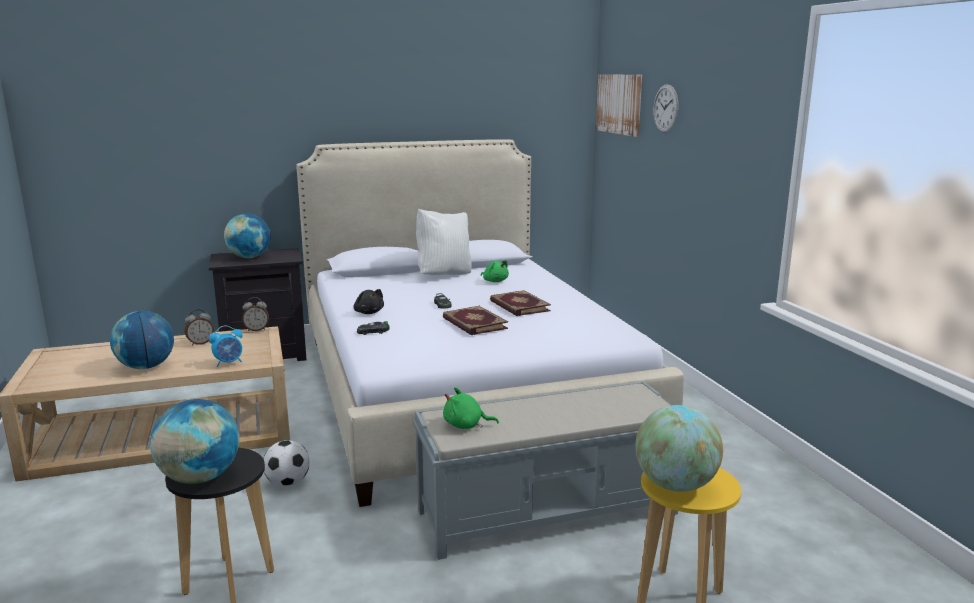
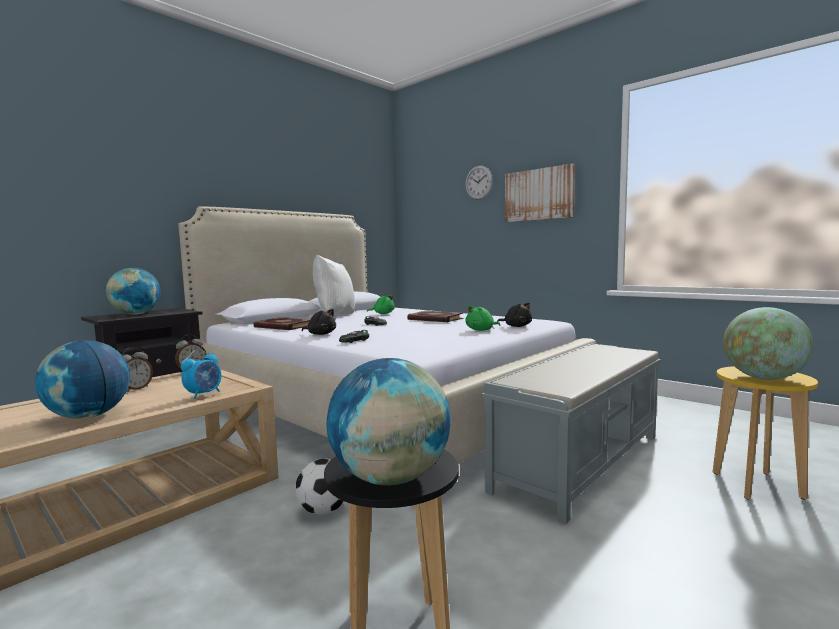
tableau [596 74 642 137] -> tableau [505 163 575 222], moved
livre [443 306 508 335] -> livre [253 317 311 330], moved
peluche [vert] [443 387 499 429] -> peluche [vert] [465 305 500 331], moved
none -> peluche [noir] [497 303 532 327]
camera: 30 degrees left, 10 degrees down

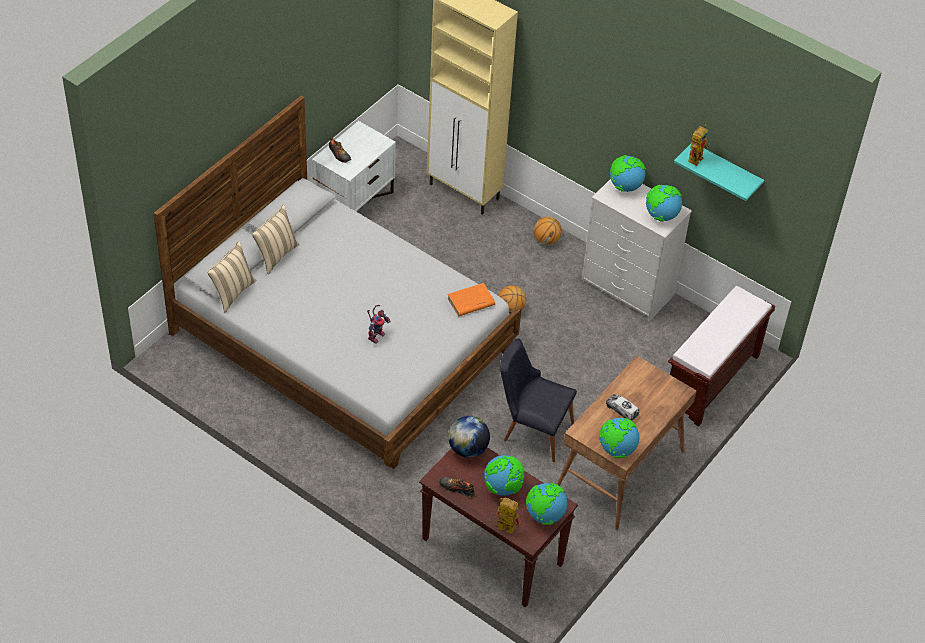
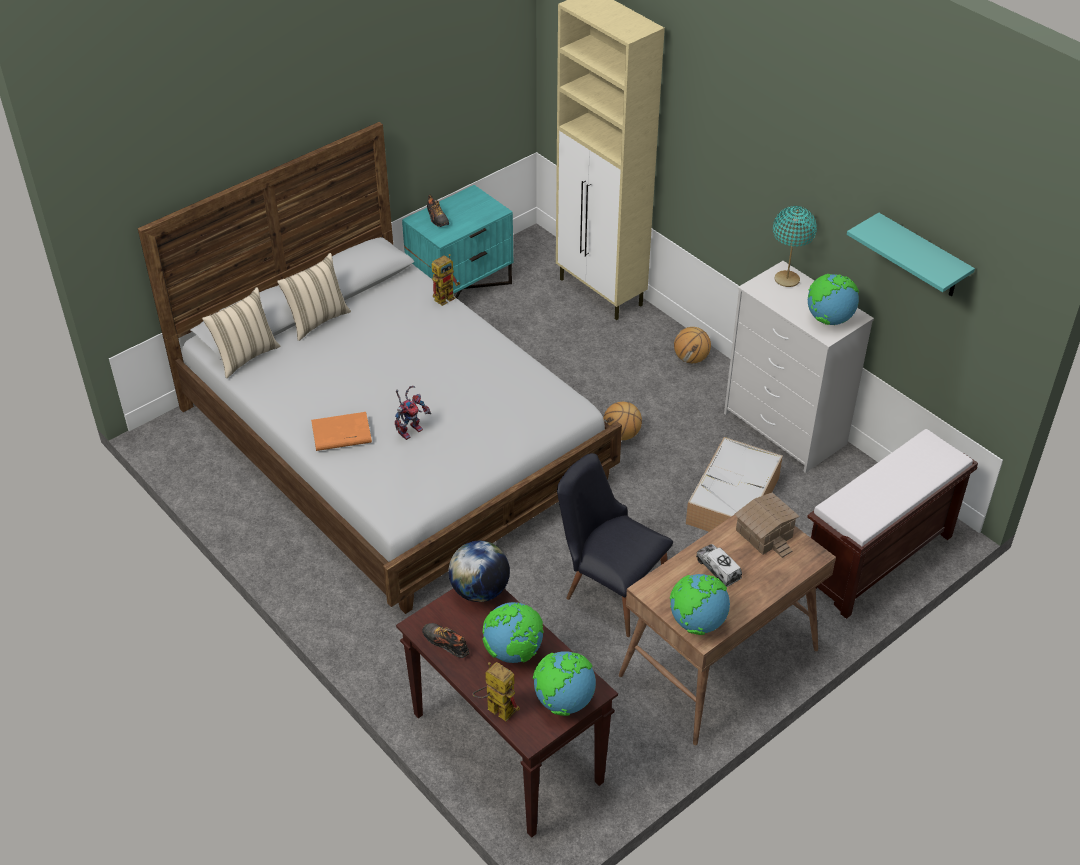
table de chevet [blanc] [312 121 396 211] -> table de chevet [turquoise] [402 185 513 298]
robot jouet [688 125 710 166] -> robot jouet [432 254 460 306], moved
globe [610 155 646 192] -> lampe de table [turquoise] [773 206 817 287]
livre [orange] [448 283 495 316] -> livre [orange] [311 412 372 451], moved
none -> boîte de rangement [686 437 783 532]
none -> maison miniature [735 492 799 558]
camera: 15 degrees right, 5 degrees down

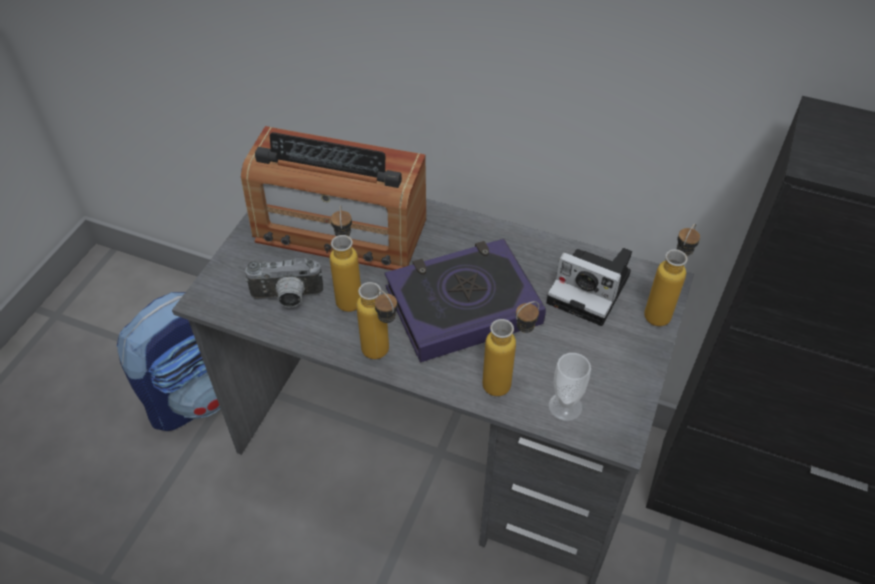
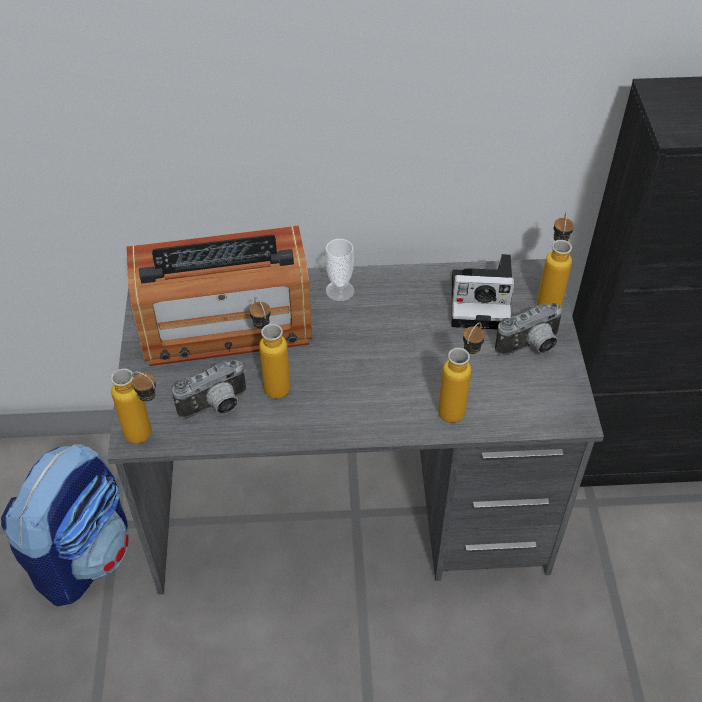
livre [385 239 546 362] -> none
bouteille [356 282 397 359] -> bouteille [111 368 156 444], moved
tasse [548 353 591 421] -> tasse [325 239 354 301], moved
none -> appareil photo [495 303 563 356]
camera: 25 degrees left, 0 degrees up

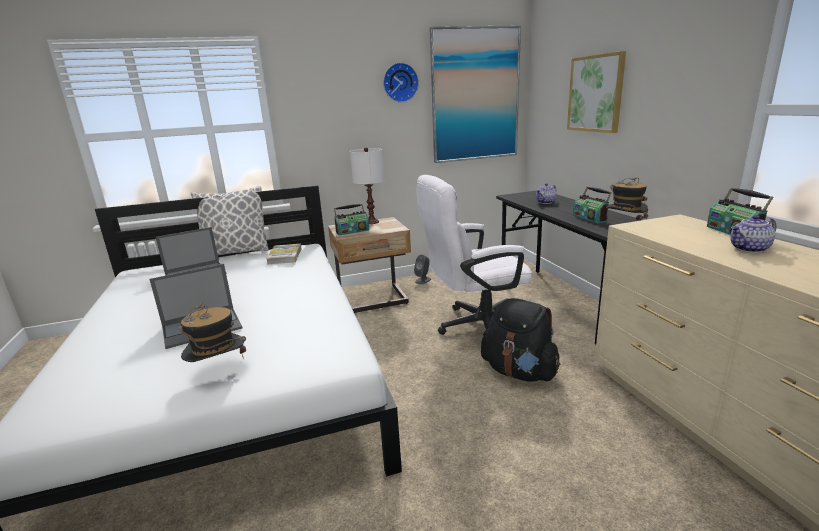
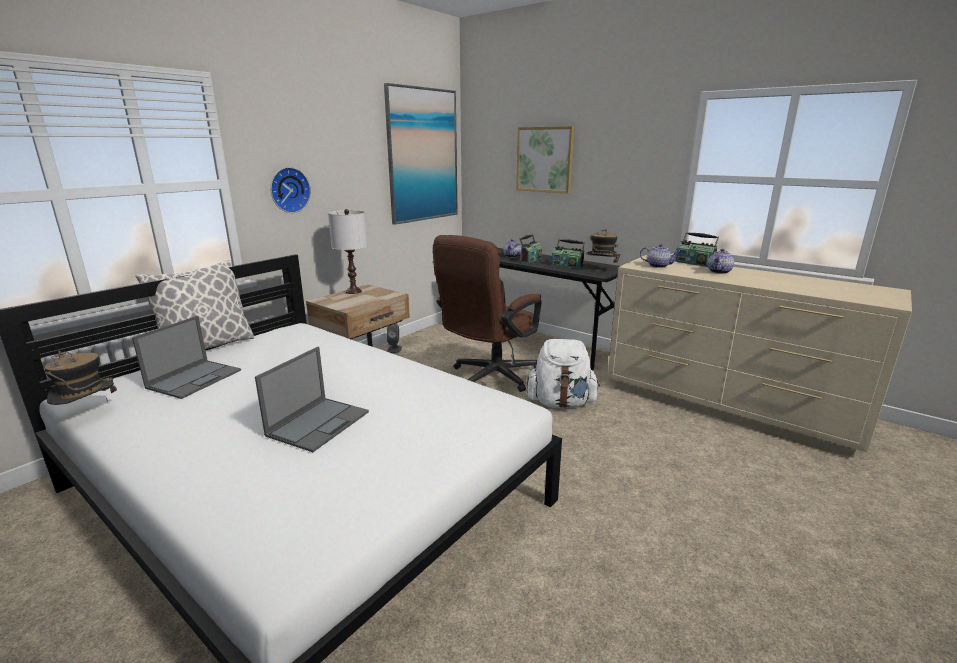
horloge murale [383 62 419 103] -> horloge murale [271 167 311 213], moved
chaise de bureau [blanc] [416 175 532 335] -> chaise de bureau [marron] [433 235 542 392]
radio [334 204 369 236] -> radio [520 234 542 263], moved
livre [266 244 301 264] -> none
sac à dos [noir] [481 298 560 382] -> sac à dos [blanc] [527 339 600 408]
chapeau [179 302 246 362] -> chapeau [44 351 117 405], moved
none -> théière [640 244 681 268]
camera: 35 degrees left, 0 degrees up

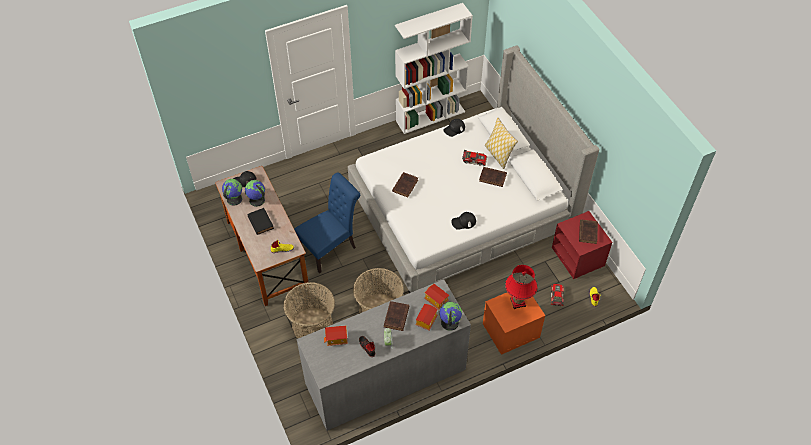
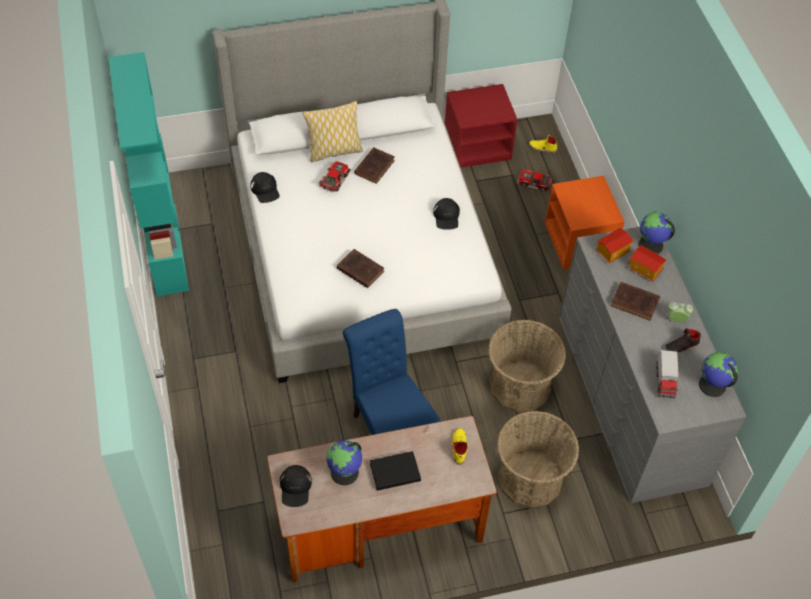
bibliothèque [blanc] [395 3 473 134] -> bibliothèque [turquoise] [108 52 189 296]
globe [222 179 242 205] -> globe [699 352 738 397], moved
livre [marron] [579 219 598 244] -> none
lampe de table [rouge] [505 265 537 309] -> none
maison miniature [324 325 348 346] -> camion jouet [656 350 679 398]
camera: 80 degrees left, 0 degrees up

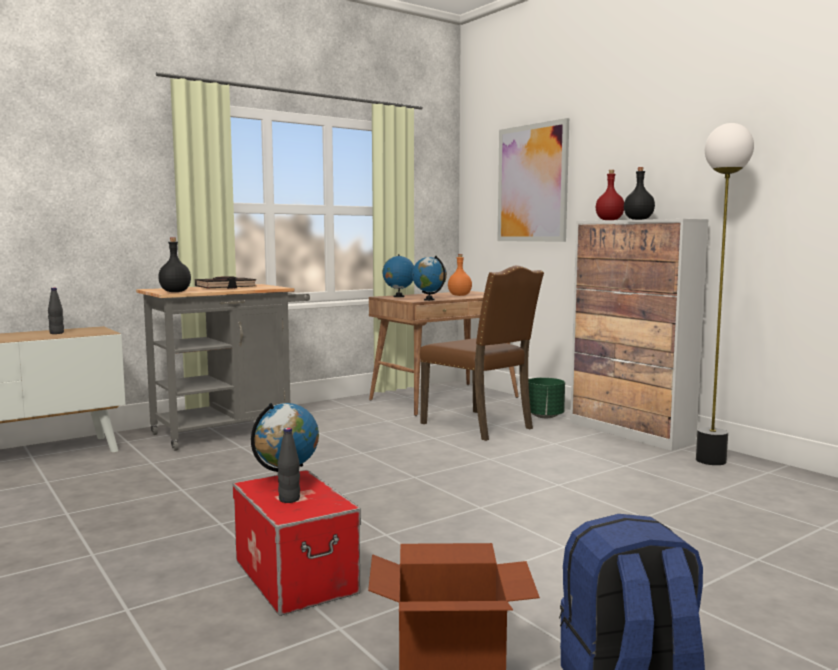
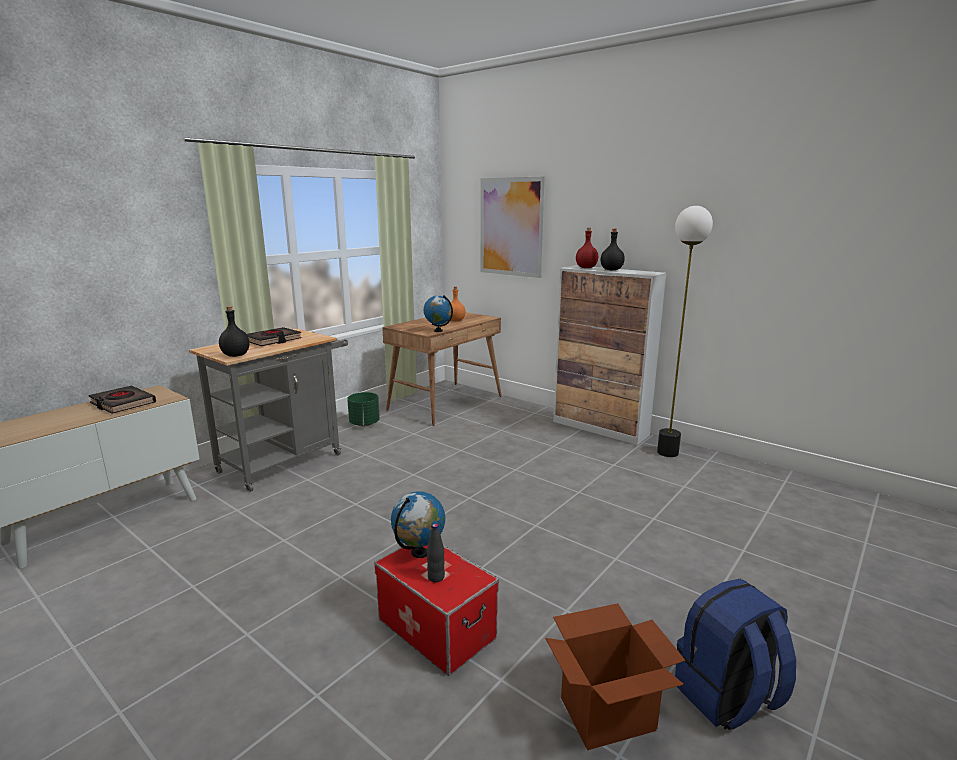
globe [382 254 414 297] -> none
chaise [marron] [420 265 544 441] -> none
bouteille [noir] [48 288 64 334] -> livre [noir] [89 386 156 414]
cache-pot [vert] [528 378 565 418] -> cache-pot [vert] [347 392 380 426], moved
camera: 15 degrees left, 10 degrees up

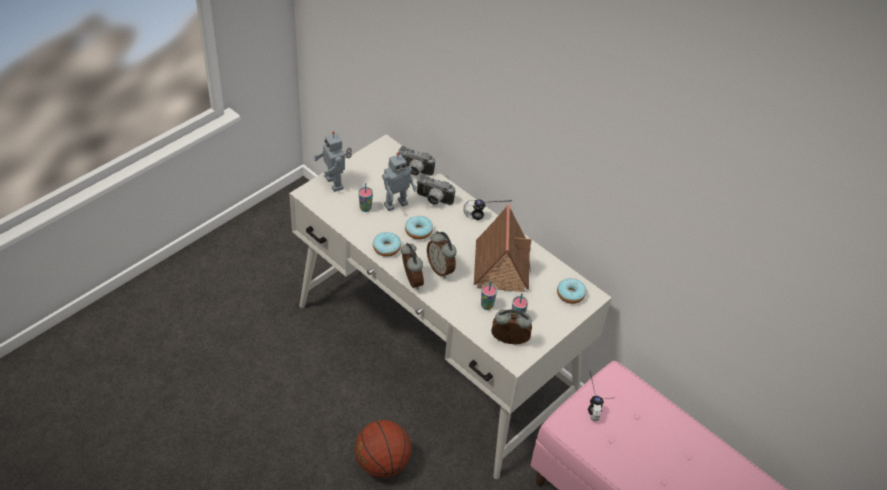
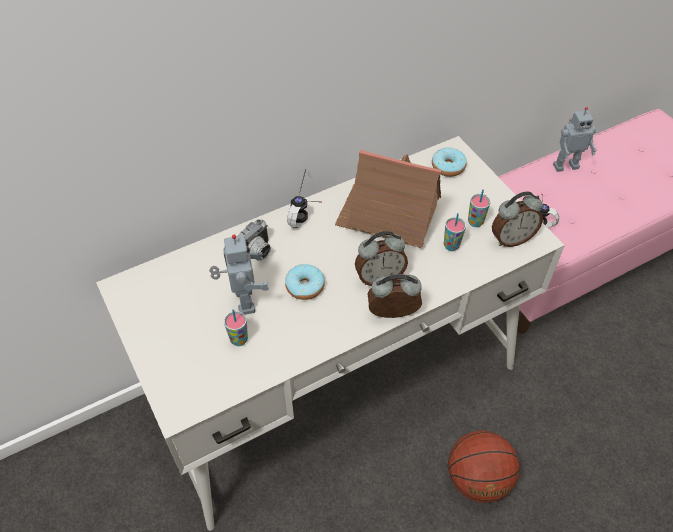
robot jouet [314 131 352 192] -> robot jouet [553 107 597 172], moved
appareil photo [398 146 435 176] -> none
beignet [373 232 401 257] -> none
réveil [491 309 532 344] -> réveil [492 192 543 247], 135 degrees counterclockwise
camera: 70 degrees left, 5 degrees up

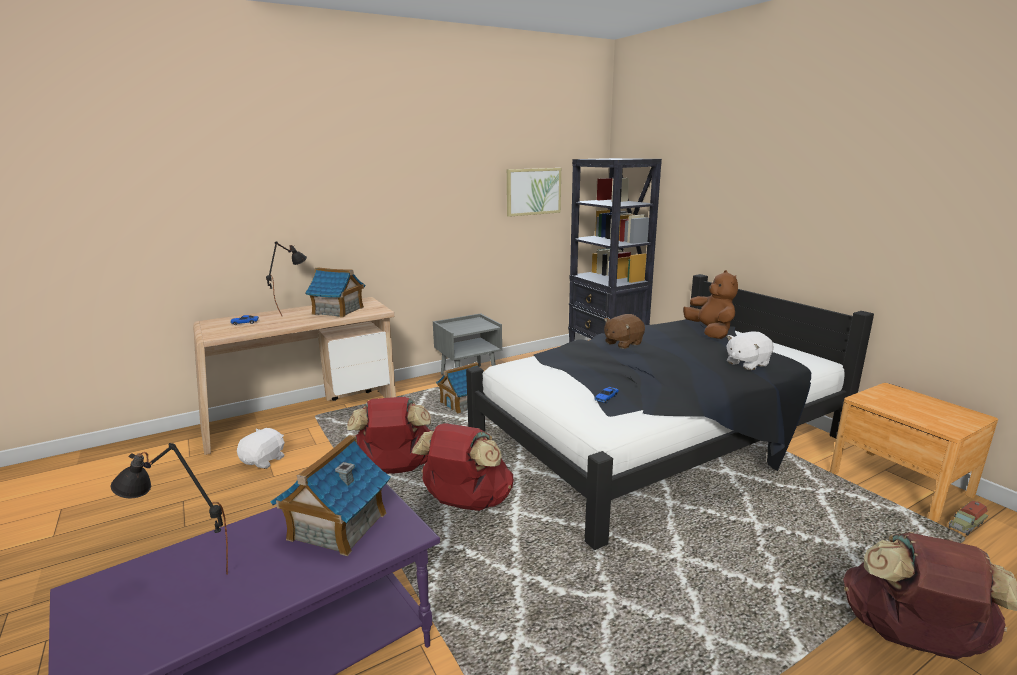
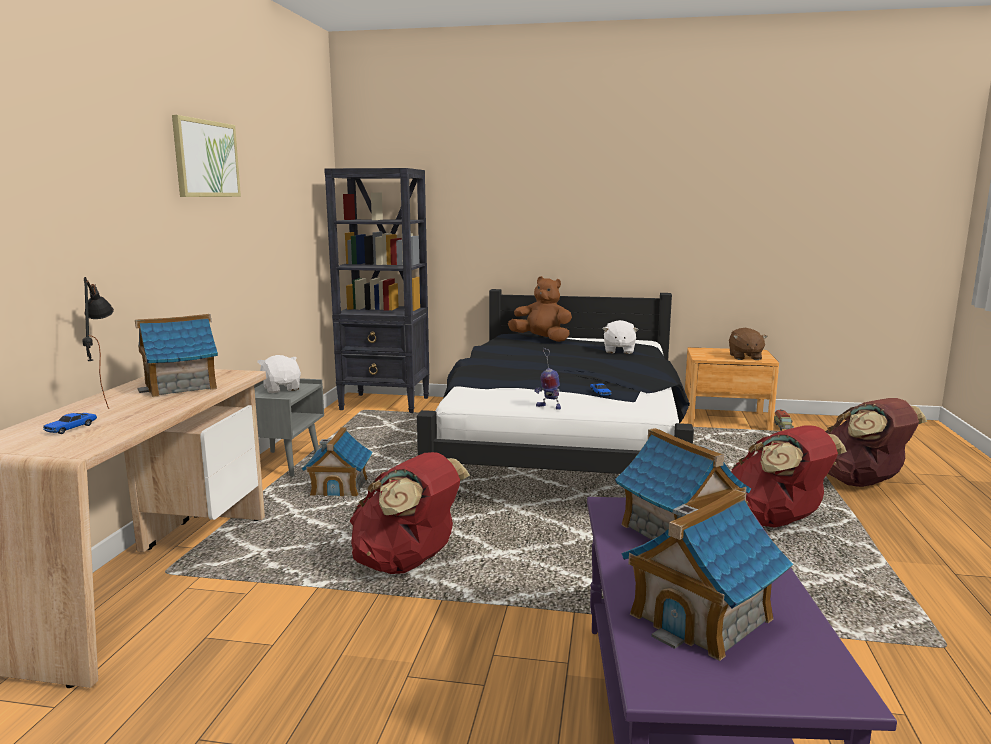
tableau [507 168 561 217] -> tableau [172 115 241 197], moved
peluche [marron] [604 314 645 349] -> peluche [marron] [729 328 768 360], moved
sac à dos [rouge] [412 423 513 511] -> sac à dos [rouge] [731 425 847 527], moved
peluche [blanc] [237 428 285 469] -> peluche [blanc] [257 355 301 393], moved
lampe de table [noir] [111 443 228 575] -> maison miniature [621 489 793 661]
none -> robot jouet [534 348 561 410]
camera: 50 degrees left, 5 degrees down

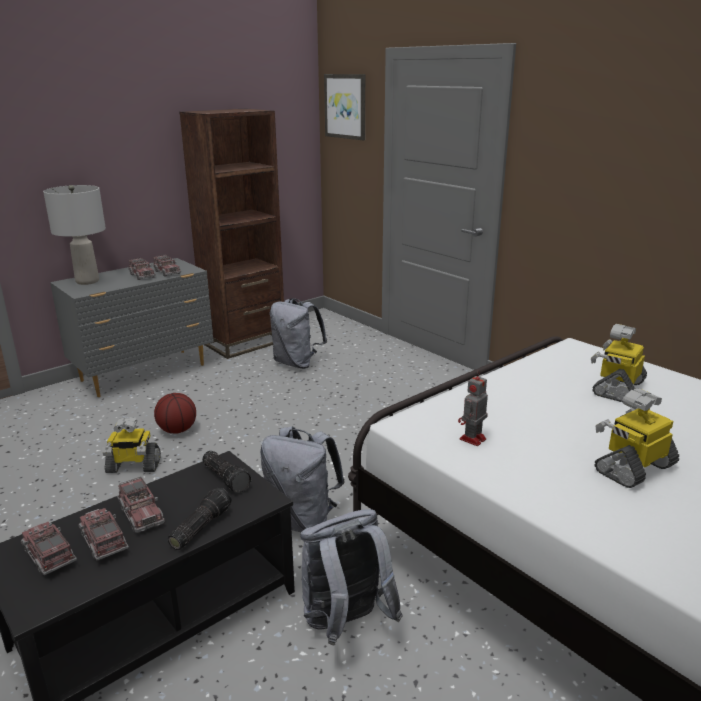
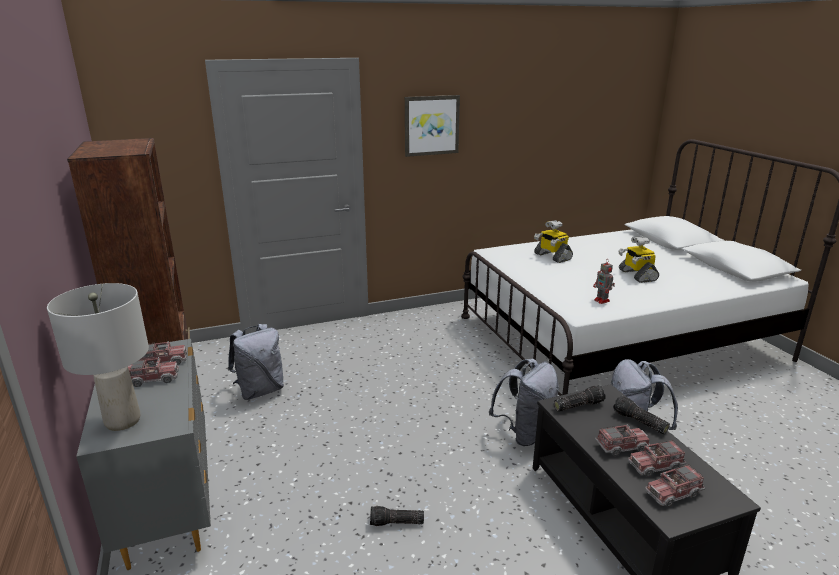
tableau [324 74 365 140] -> tableau [405 95 460 157], moved
ballon de basket [154 393 196 434] -> none
robot jouet [102 417 161 473] -> lampe de poche [370 506 424 526]
camera: 70 degrees left, 0 degrees up

